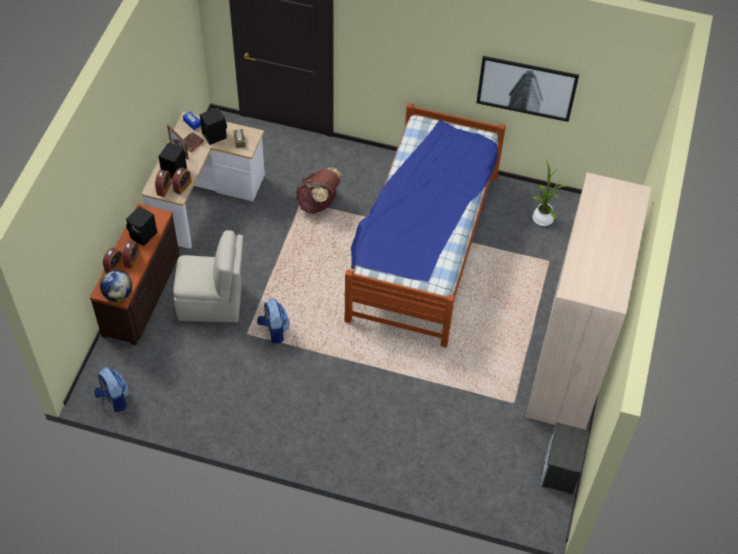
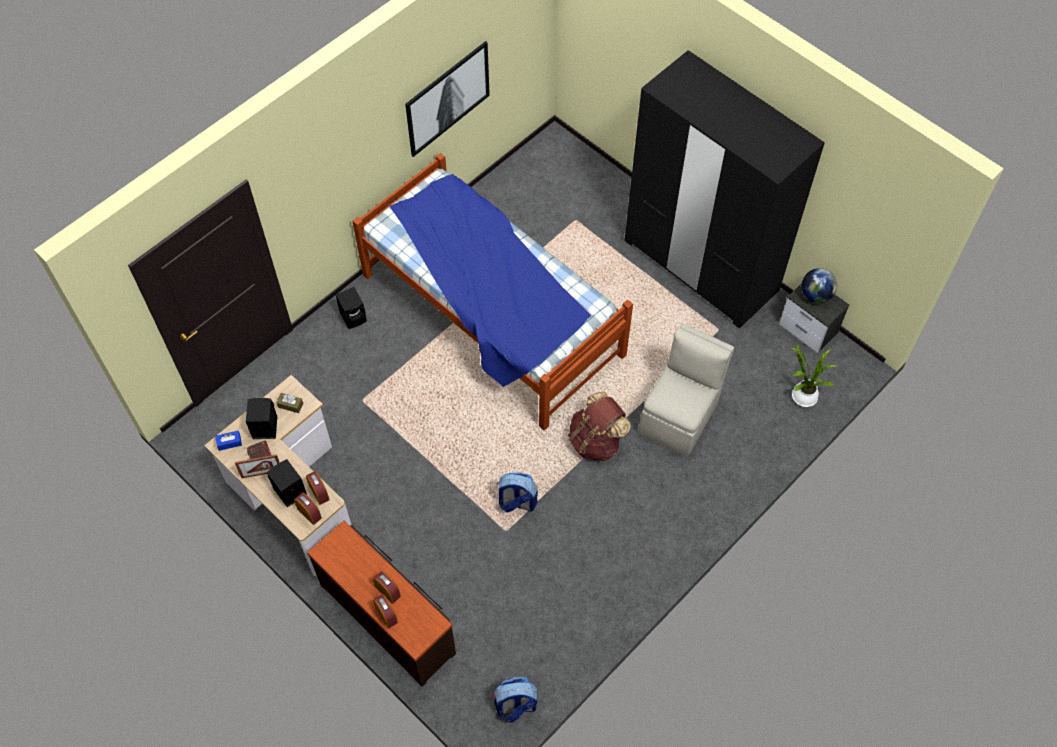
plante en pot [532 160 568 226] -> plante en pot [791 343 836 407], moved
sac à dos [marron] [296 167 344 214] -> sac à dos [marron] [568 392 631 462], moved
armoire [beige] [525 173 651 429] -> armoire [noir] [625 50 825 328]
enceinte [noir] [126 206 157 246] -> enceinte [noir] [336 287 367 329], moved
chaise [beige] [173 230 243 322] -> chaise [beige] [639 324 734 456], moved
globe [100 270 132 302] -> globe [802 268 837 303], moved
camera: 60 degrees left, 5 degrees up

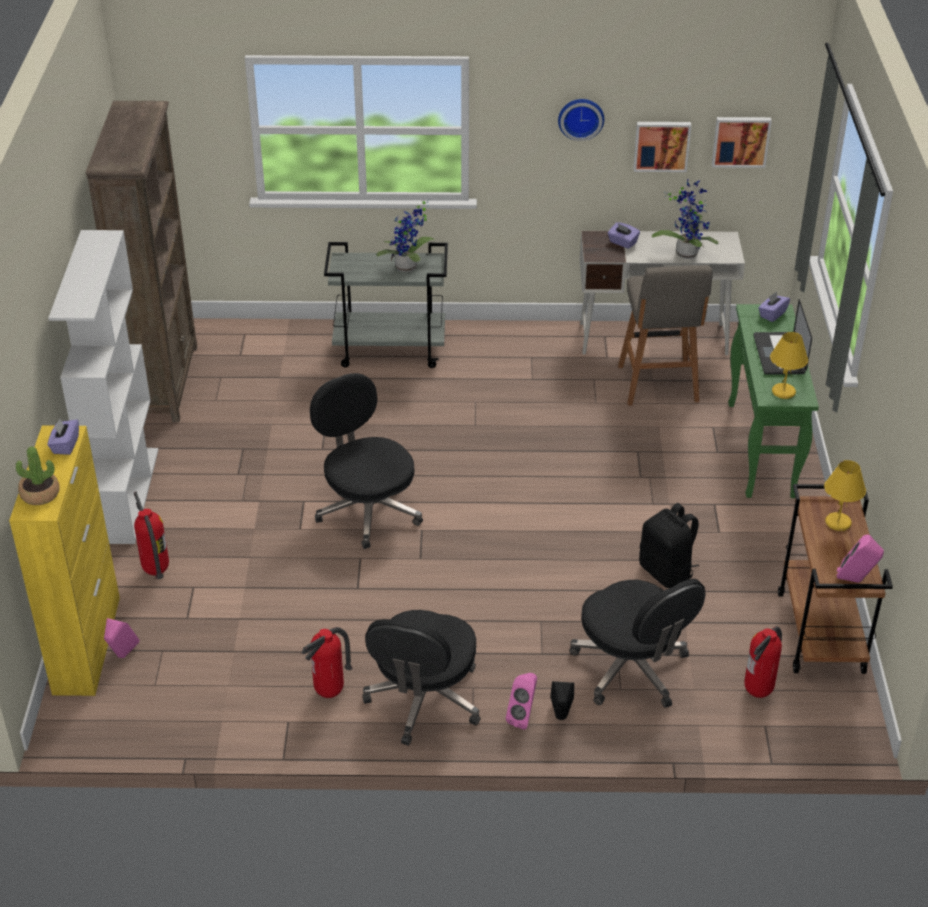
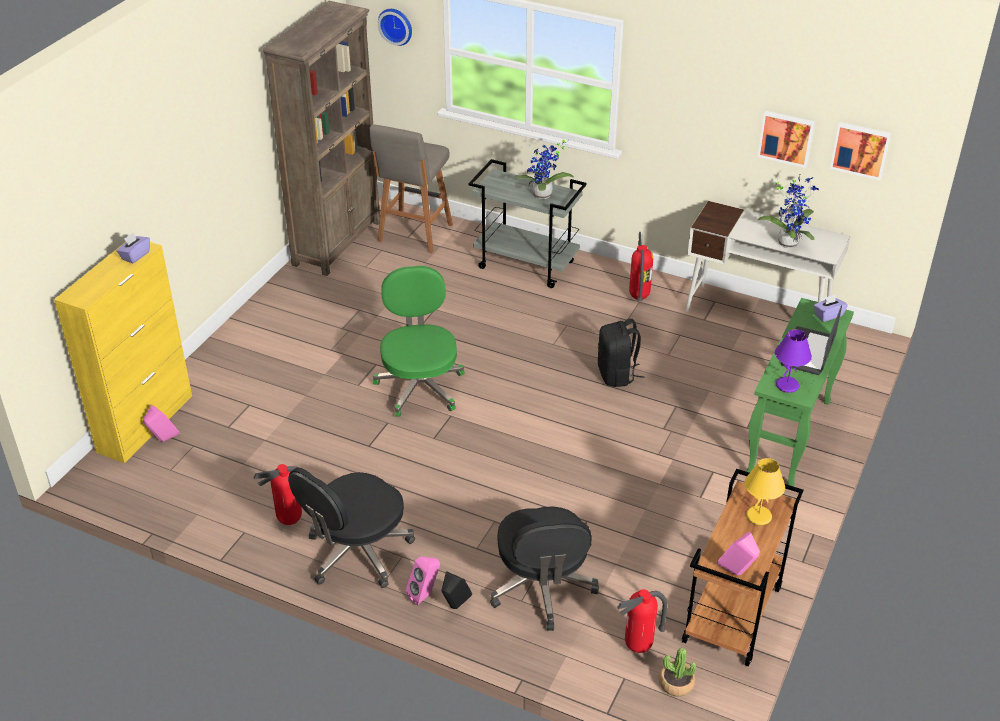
horloge murale [558 99 604 141] -> horloge murale [378 9 412 46], moved
boîte à mouchoirs [violet] [608 222 640 249] -> none
bibliothèque [blanc] [48 230 158 544] -> none
tabouret [gris] [618 265 713 406] -> tabouret [gris] [369 124 453 253], moved
lampe de table [jaune] [770 332 808 399] -> lampe de table [violet] [775 329 812 393]
chaise de bureau [noir] [310 373 423 549] -> chaise de bureau [vert] [373 266 465 417]
plante en pot [16 446 60 505] -> plante en pot [659 648 696 697], moved
extincteur [134 491 169 579] -> extincteur [629 232 653 301], moved
sac à dos [noir] [639 503 699 588] -> sac à dos [noir] [598 319 644 387], moved
camera: 25 degrees right, 0 degrees up

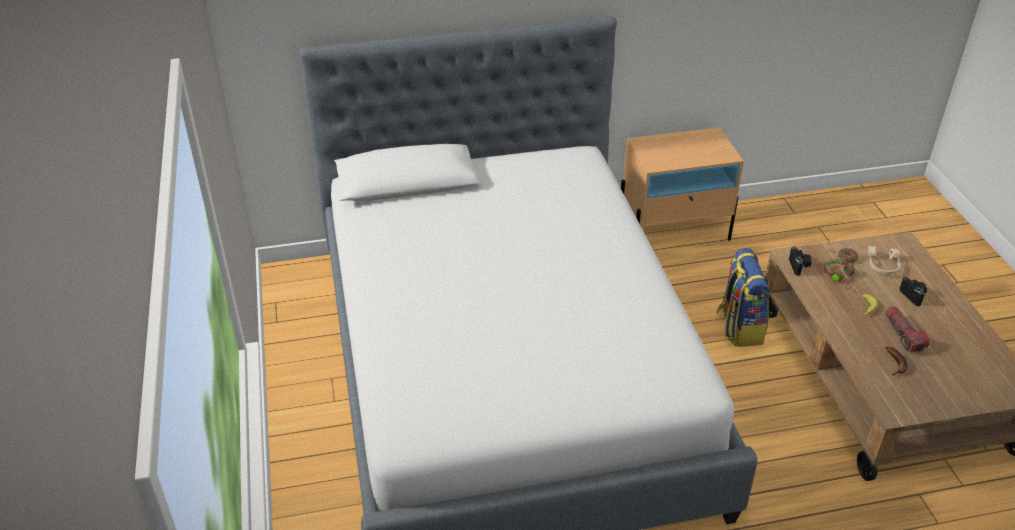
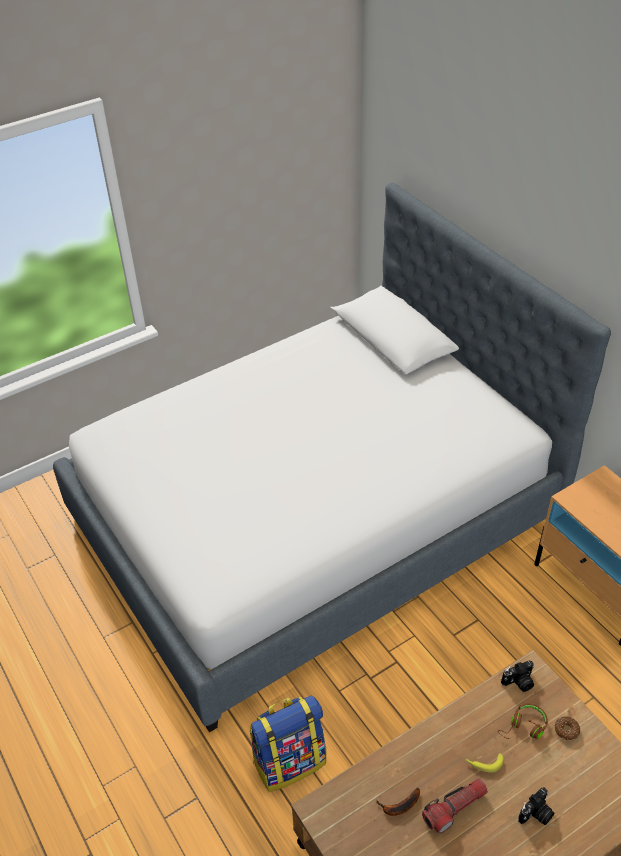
casque audio [beige] [868 246 901 274] -> none
sac à dos [716 248 770 347] -> sac à dos [249 696 326 792], moved
camera: 70 degrees right, 5 degrees up

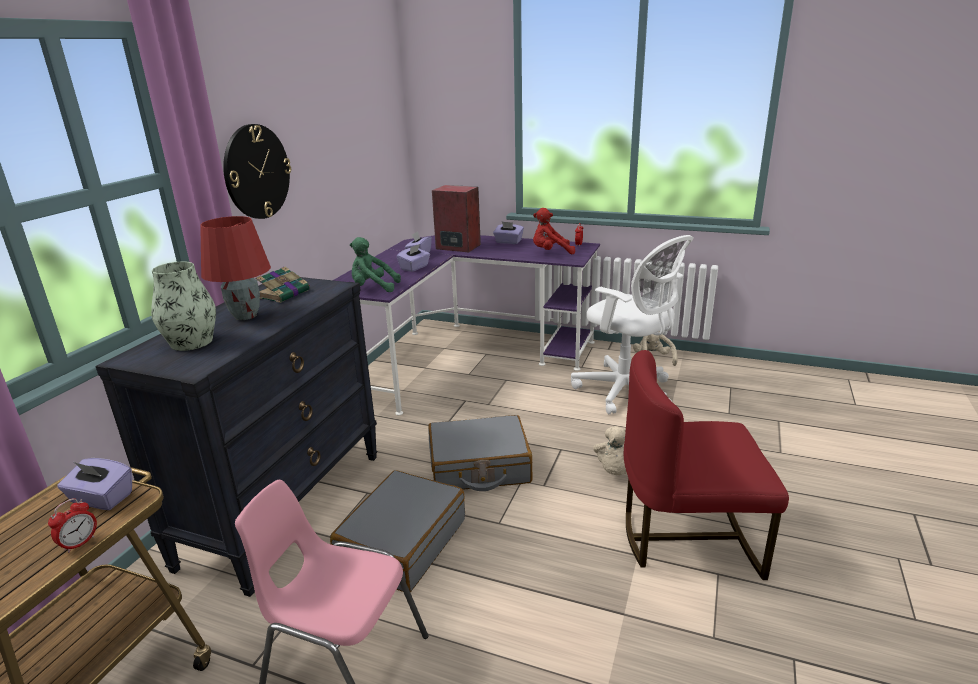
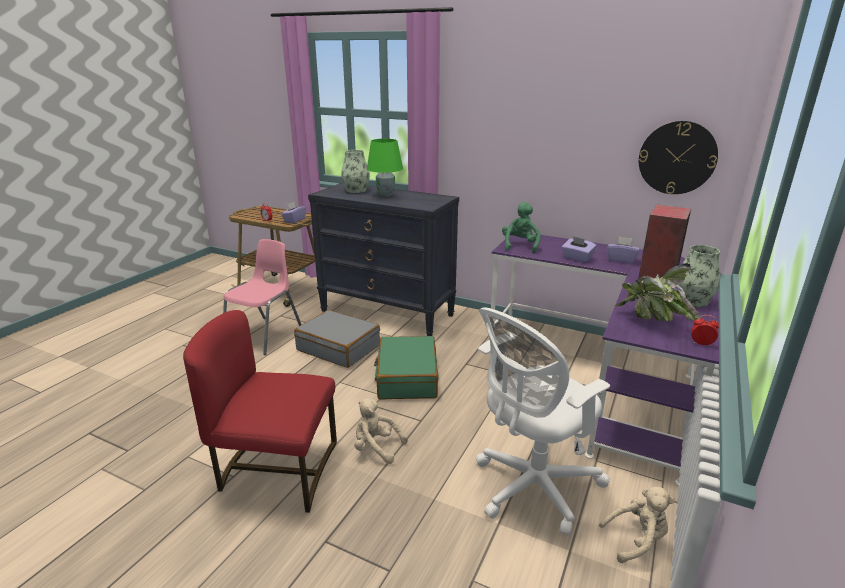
horloge murale [223 124 291 219] -> horloge murale [639 121 718 194], moved
peluche [rouge] [533 208 575 254] -> plante en pot [615 263 701 321]
lampe de table [rouge] [200 216 271 320] -> lampe de table [vert] [367 139 403 197]
boîte à mouchoirs [violet] [493 221 524 244] -> vase [676 245 721 307]
livre [256 266 310 303] -> none
chaise [rouge] [624 350 789 580] -> chaise [rouge] [183 310 337 513], 90 degrees counterclockwise
valise [gris] [428 415 532 491] -> valise [vert] [374 336 438 399]
camera: 95 degrees right, 0 degrees up

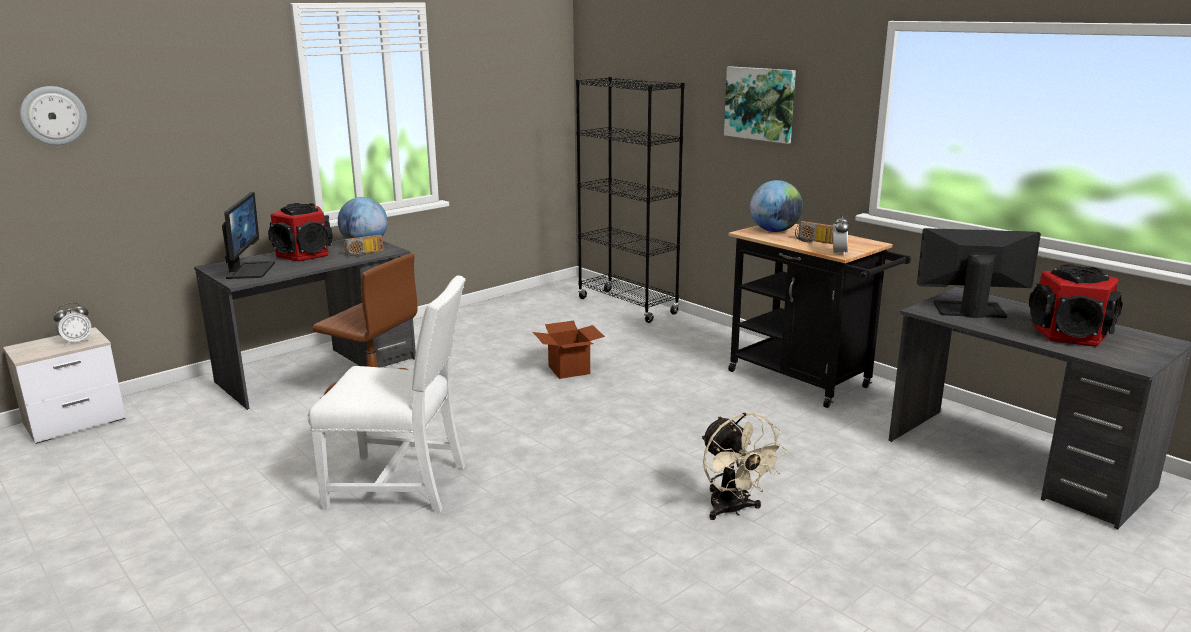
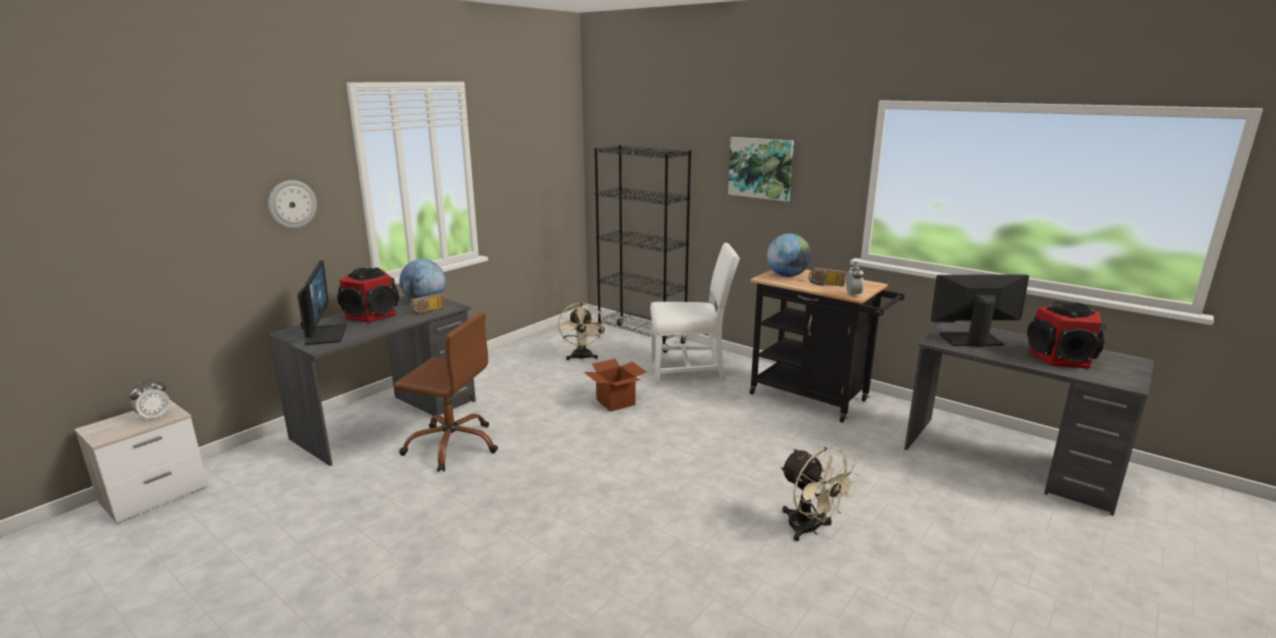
horloge murale [20 86 87 145] -> horloge murale [268 180 317 229], moved
chaise [blanc] [308 275 466 512] -> chaise [blanc] [650 243 740 385], moved
none -> ventilateur [beige] [558 302 604 360]
camera: 10 degrees left, 0 degrees up

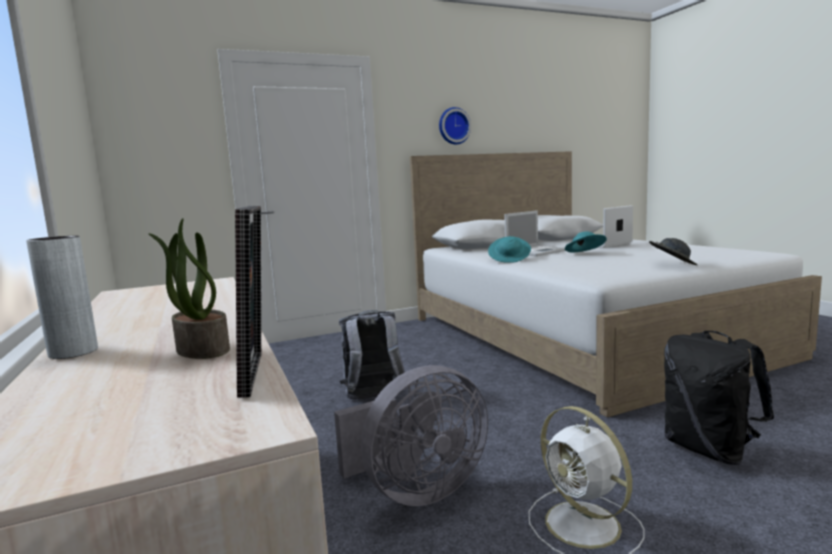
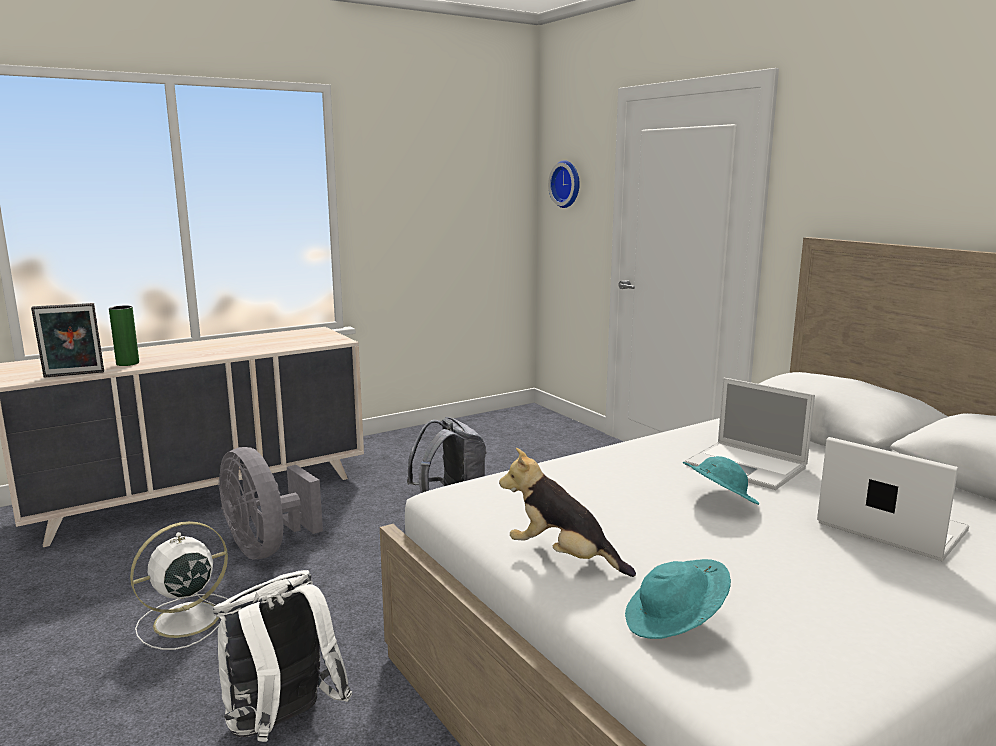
horloge murale [439 107 471 144] -> horloge murale [548 160 580 208], moved
plante en pot [148 218 230 359] -> vase [vert] [109 306 139 366]
vase [gris] [26 236 98 359] -> none
chapeau [turquoise] [488 236 531 263] -> chapeau [turquoise] [625 559 731 639], moved
chapeau [gris] [649 238 698 265] -> peluche [499 448 636 577]
sac à dos [noir] [664 331 774 465] -> sac à dos [blanc] [213 570 352 742]
camera: 80 degrees right, 5 degrees up

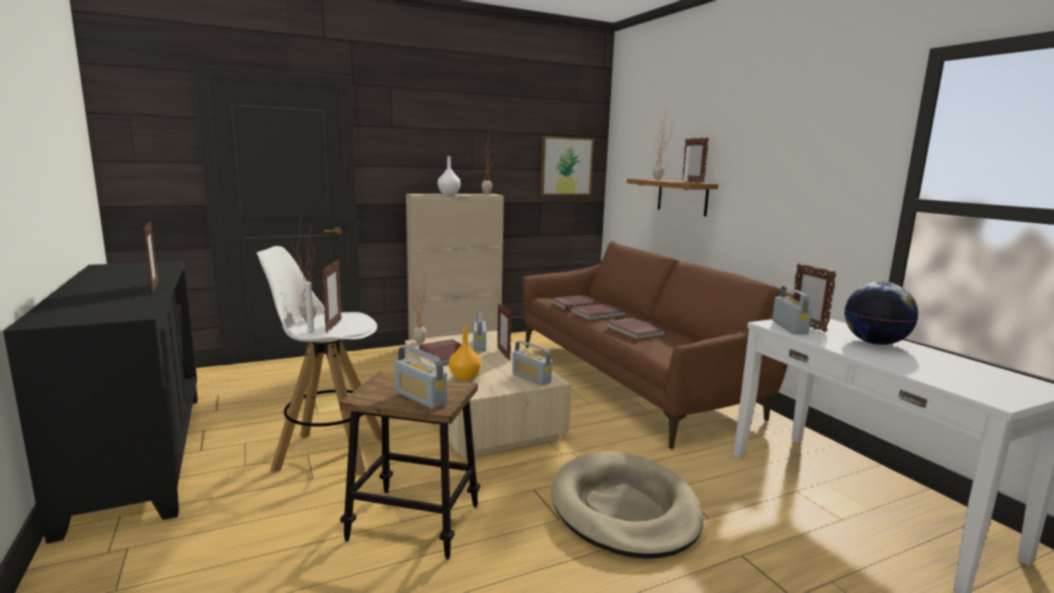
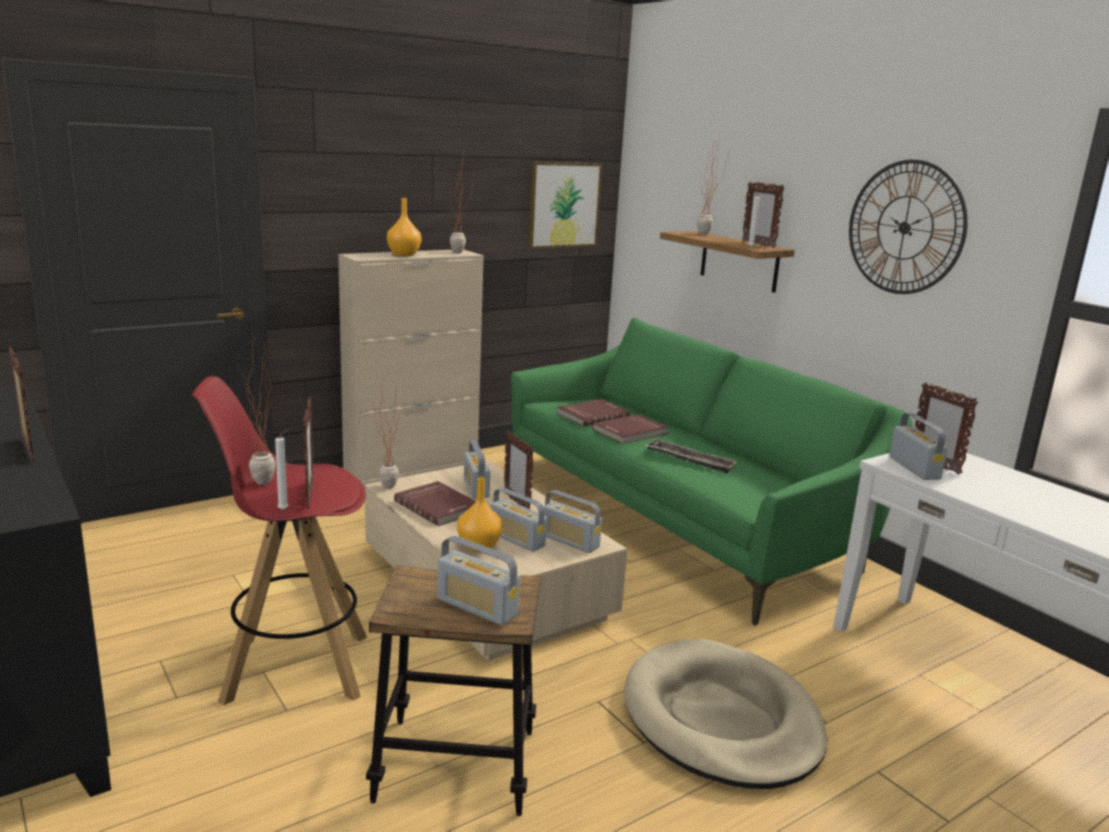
vase [blanc] [438 156 461 195] -> vase [orange] [387 198 421 256]
canapé [marron] [523 241 794 449] -> canapé [vert] [511 318 913 626]
tabouret [blanc] [256 246 382 476] -> tabouret [rouge] [192 376 367 706]
globe [845 281 918 345] -> none
livre [rouge] [606 318 666 340] -> plateau [645 439 738 473]
none -> horloge murale [849 160 968 294]
none -> radio [490 488 547 552]
camera: 10 degrees left, 5 degrees up

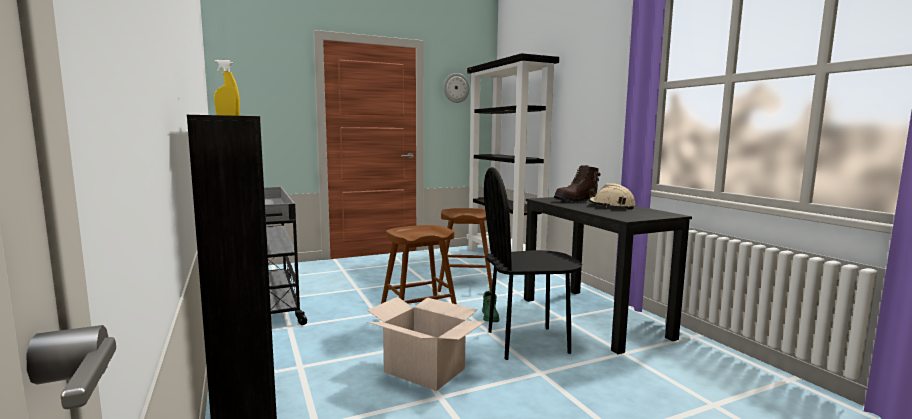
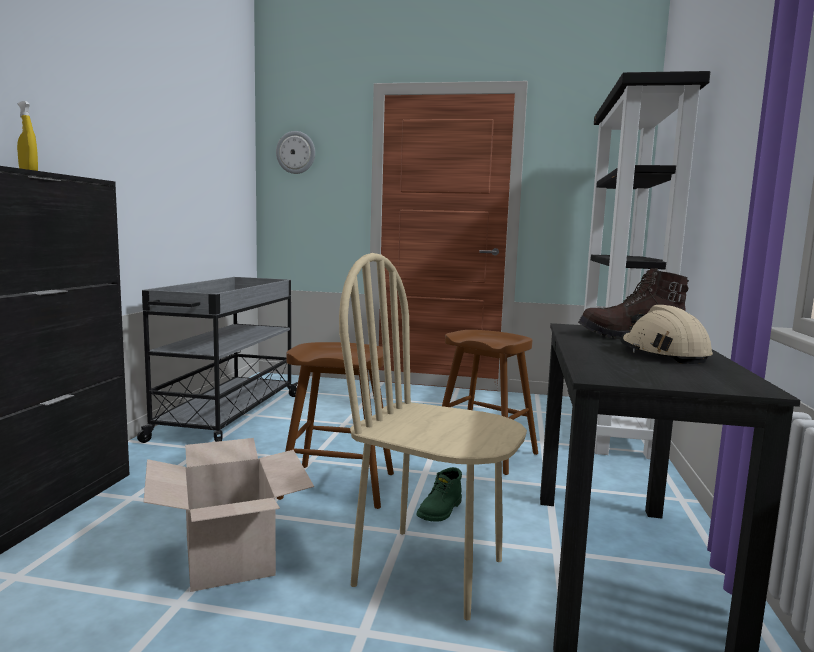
horloge murale [443 73 470 103] -> horloge murale [276 131 315 174], moved
chaise [noir] [484 167 582 360] -> chaise [beige] [339 253 527 621]
camera: 35 degrees right, 0 degrees up

